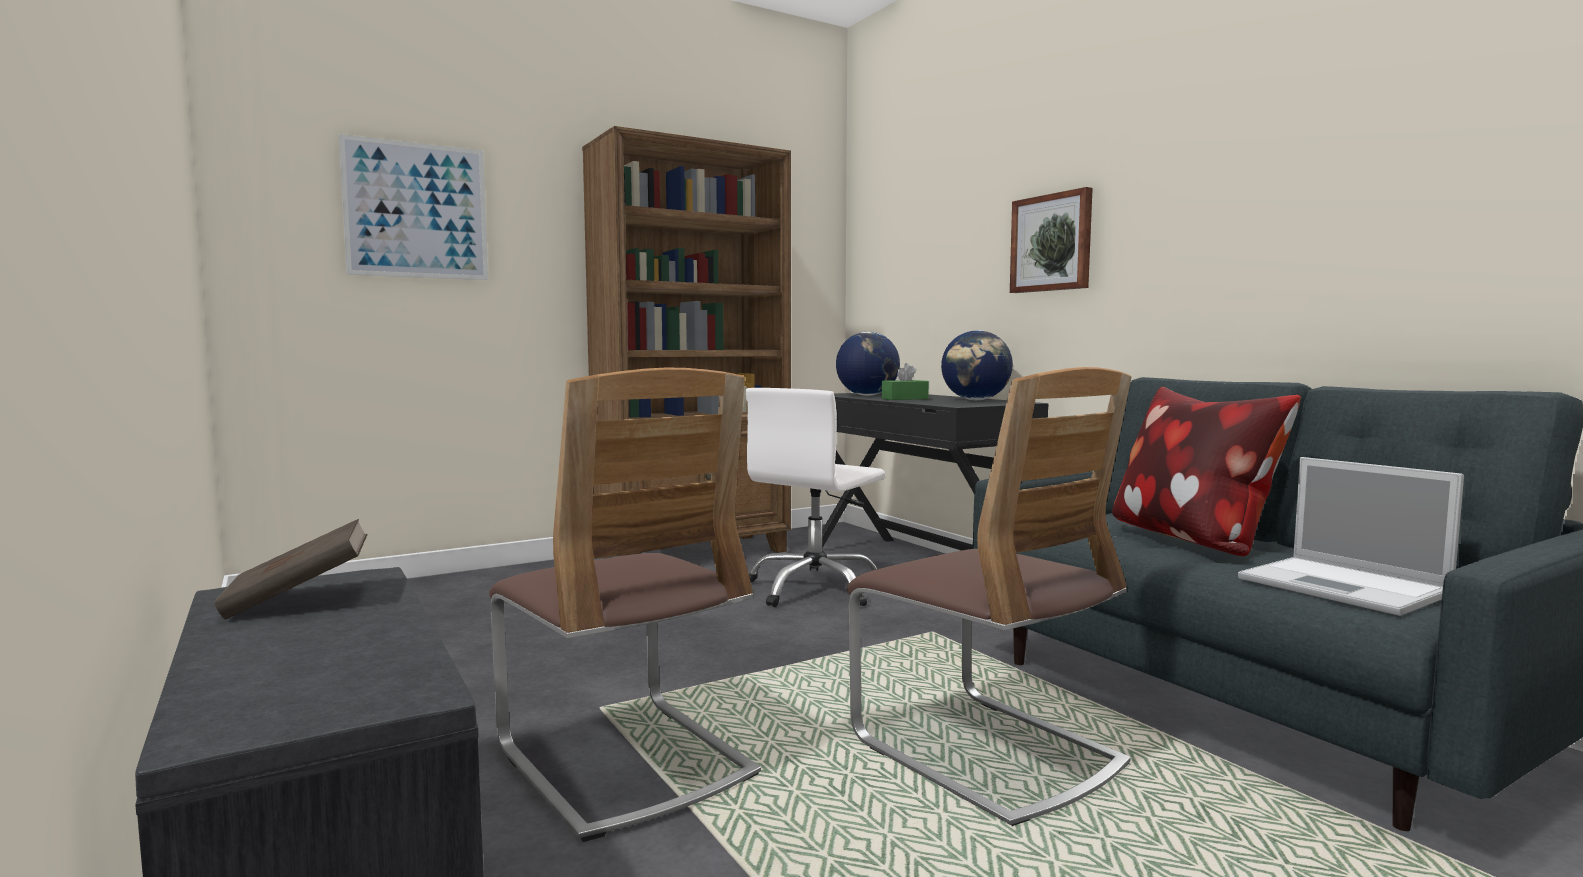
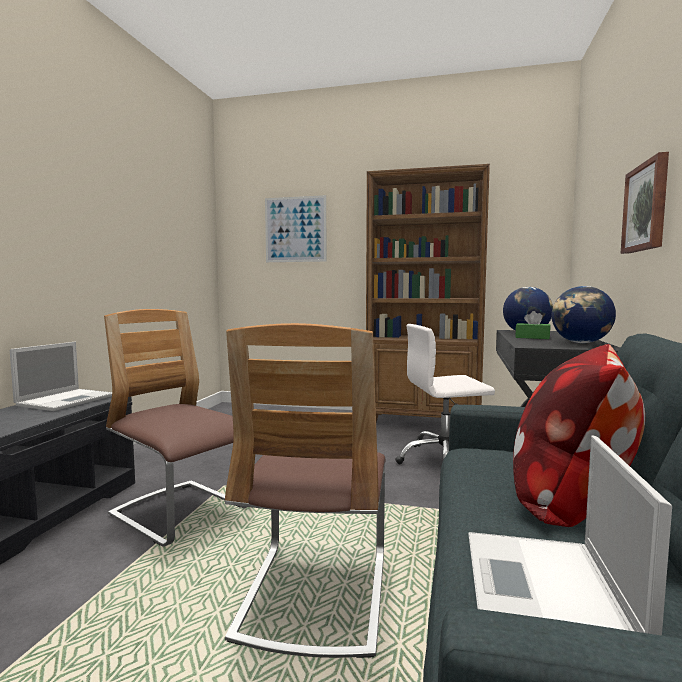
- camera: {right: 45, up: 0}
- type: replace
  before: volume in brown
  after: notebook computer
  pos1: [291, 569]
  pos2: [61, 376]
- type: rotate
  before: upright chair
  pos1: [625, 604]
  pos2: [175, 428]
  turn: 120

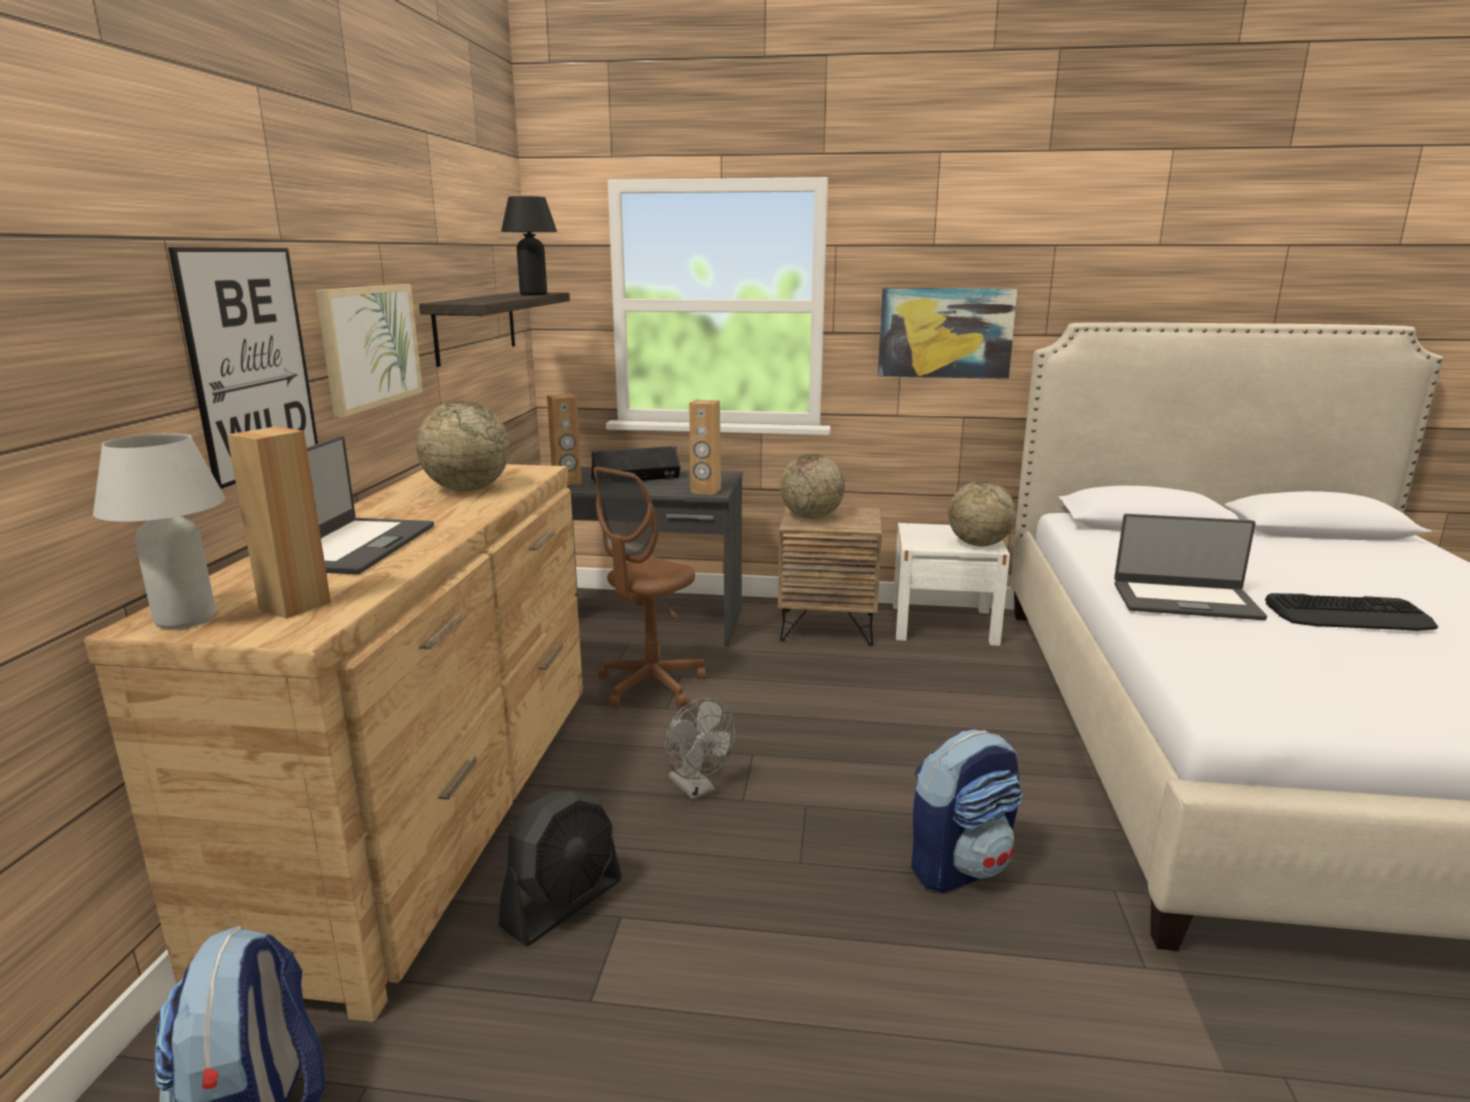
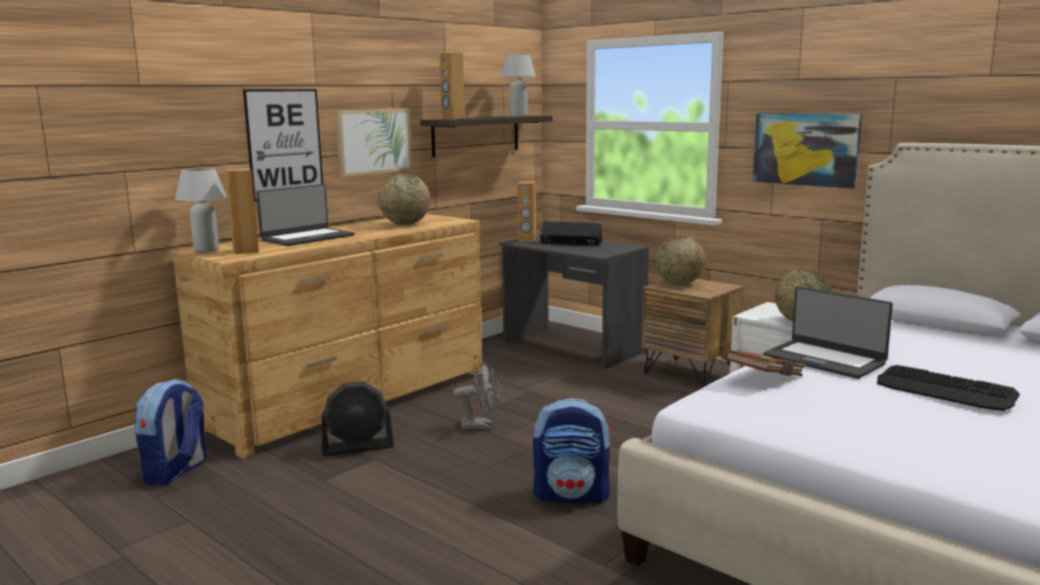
- camera: {right: 35, up: -5}
- type: delete
  before: desk chair in brown
  pos1: [650, 588]
- type: insert
  after: volume in brown
  pos2: [763, 363]
- type: move
  before: speaker in brown
  pos1: [705, 447]
  pos2: [452, 85]
- type: recolor
  before: lamp for a table in blackish
  after: lamp for a table in white
  pos1: [529, 245]
  pos2: [518, 86]
- type: rotate
  before: fan in grey
  pos1: [700, 749]
  pos2: [477, 395]
  turn: -90

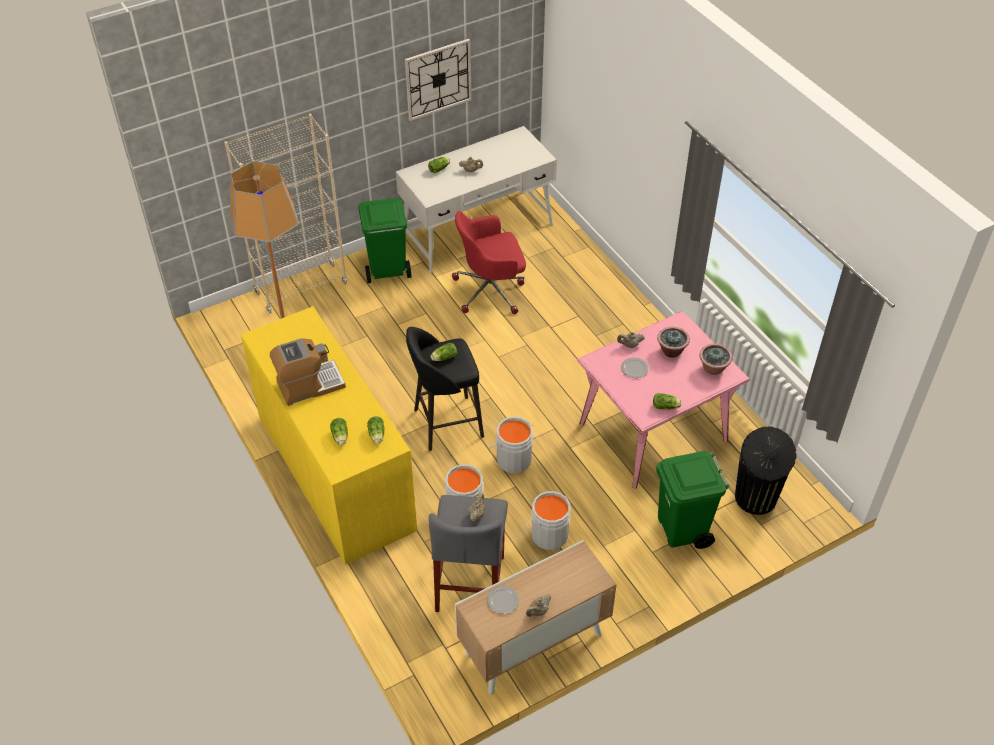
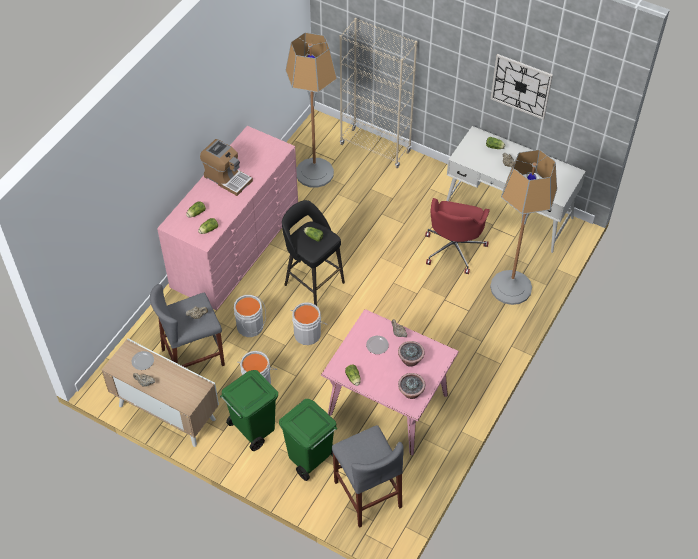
- camera: {right: 60, up: 5}
- type: insert
  after: standing lamp
  pos2: [523, 227]
- type: move
  before: rubbish bin in green
  pos1: [384, 240]
  pos2: [249, 410]
- type: replace
  before: rubbish bin in blackish
  after: stool in grey
  pos1: [766, 470]
  pos2: [367, 476]
- type: recolor
  before: dresser in yellow
  after: dresser in pink
  pos1: [329, 435]
  pos2: [227, 218]
- type: rotate
  before: desk chair in red-coloured
  pos1: [489, 262]
  pos2: [457, 236]
  turn: -120

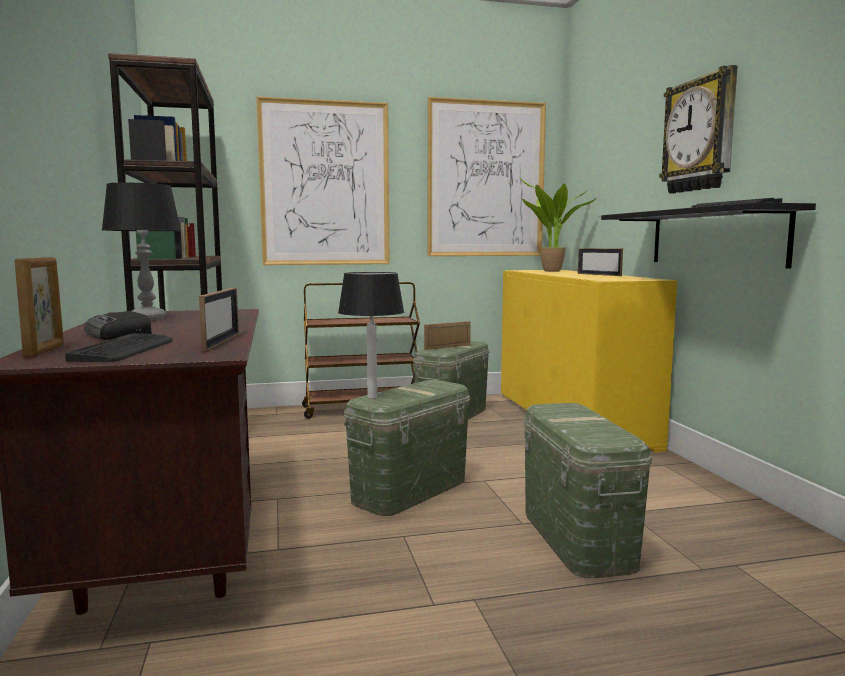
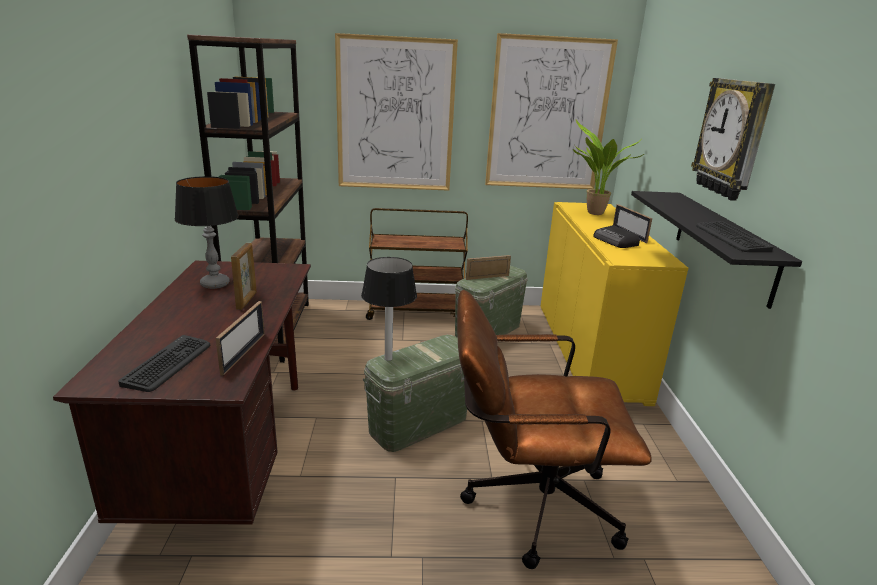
- camera: {right: 10, up: 15}
- type: move
  before: picture frame
  pos1: [39, 307]
  pos2: [244, 276]
- type: move
  before: radio set
  pos1: [118, 325]
  pos2: [616, 236]
- type: replace
  before: storage container in green
  after: desk chair in brown
  pos1: [587, 490]
  pos2: [554, 429]

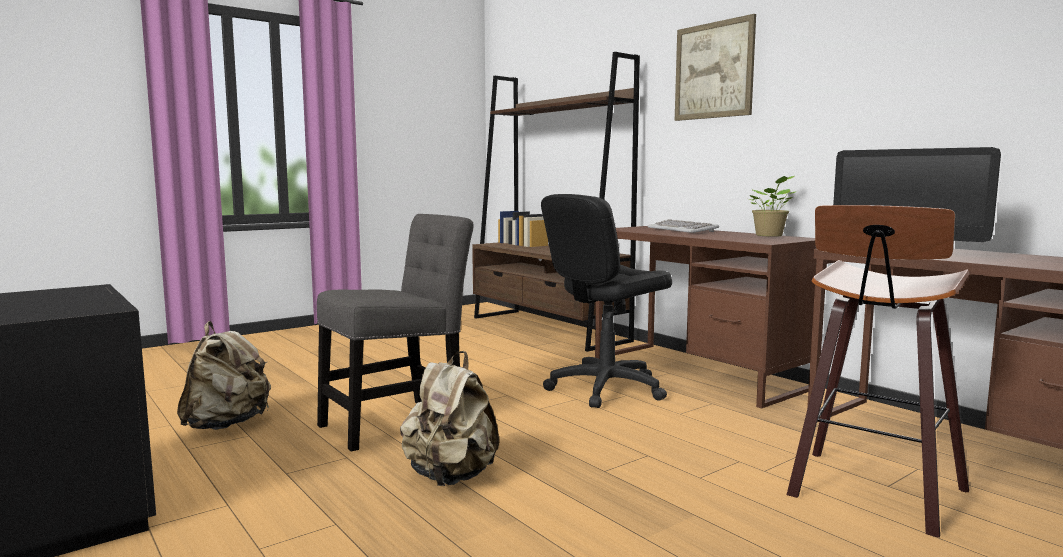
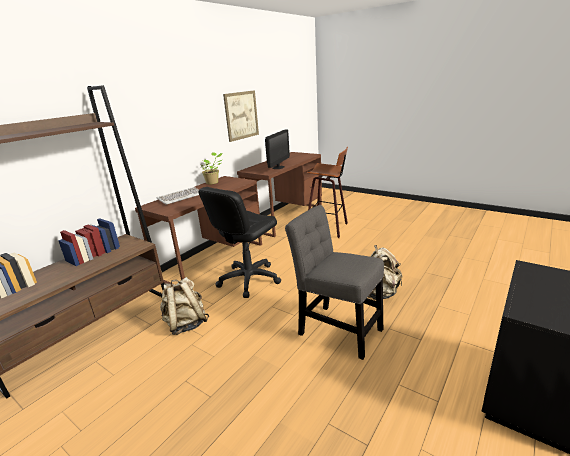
- camera: {right: -105, up: 15}
- type: move
  before: knapsack in sand-coloured
  pos1: [224, 375]
  pos2: [184, 306]
- type: move
  before: picture
  pos1: [715, 67]
  pos2: [241, 116]
- type: rotate
  before: desk chair in blackish
  pos1: [606, 301]
  pos2: [239, 242]
  turn: 90

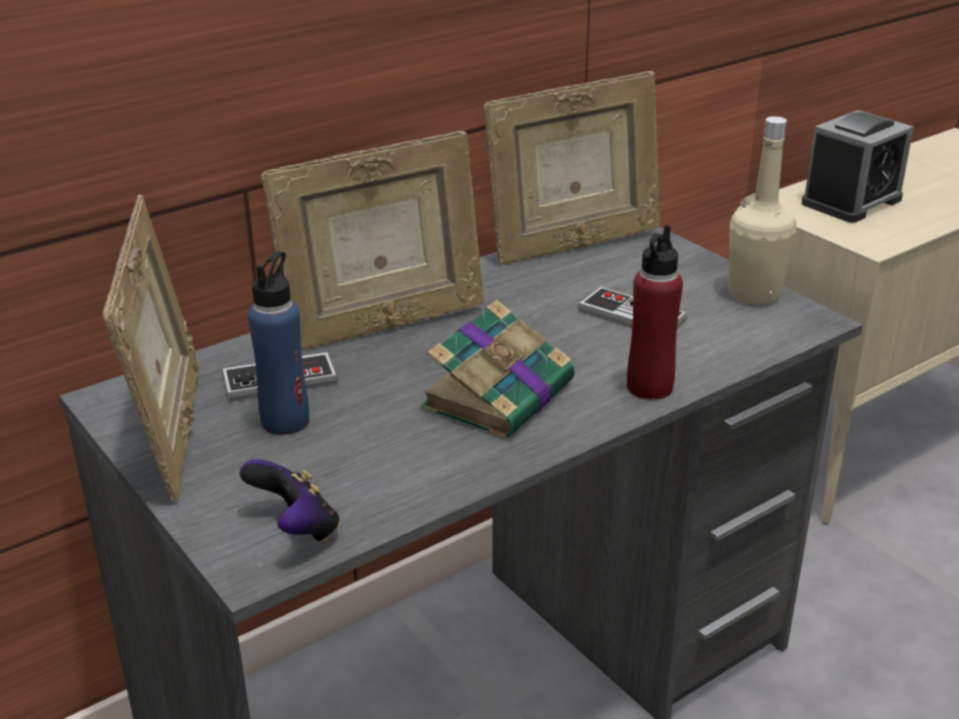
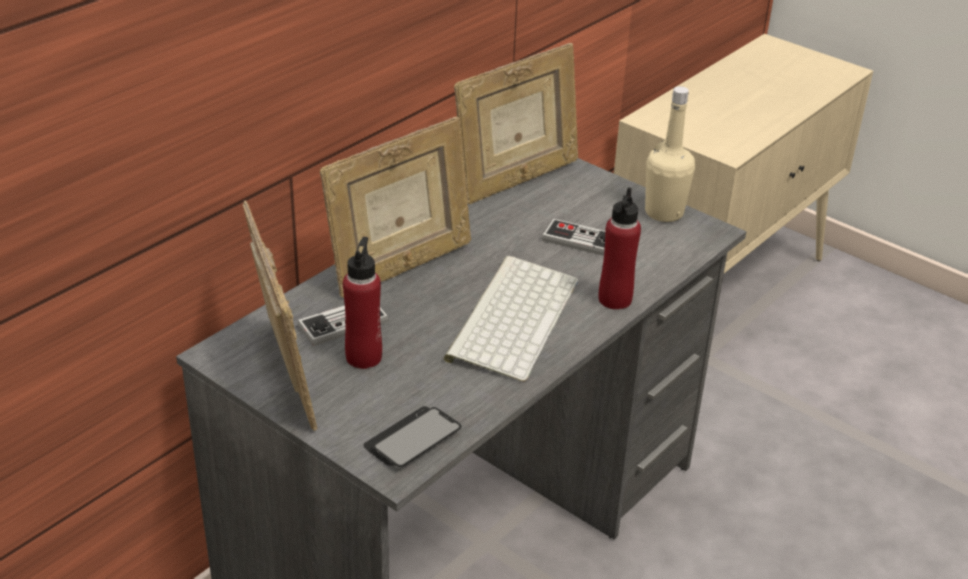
- camera: {right: -15, up: 5}
- type: delete
  before: table clock
  pos1: [857, 166]
- type: replace
  before: game controller
  after: phone
  pos1: [290, 500]
  pos2: [412, 436]
- type: replace
  before: volume
  after: computer keyboard
  pos1: [498, 369]
  pos2: [510, 319]
- type: recolor
  before: drink bottle in blue
  after: drink bottle in red-coloured
  pos1: [278, 343]
  pos2: [362, 303]

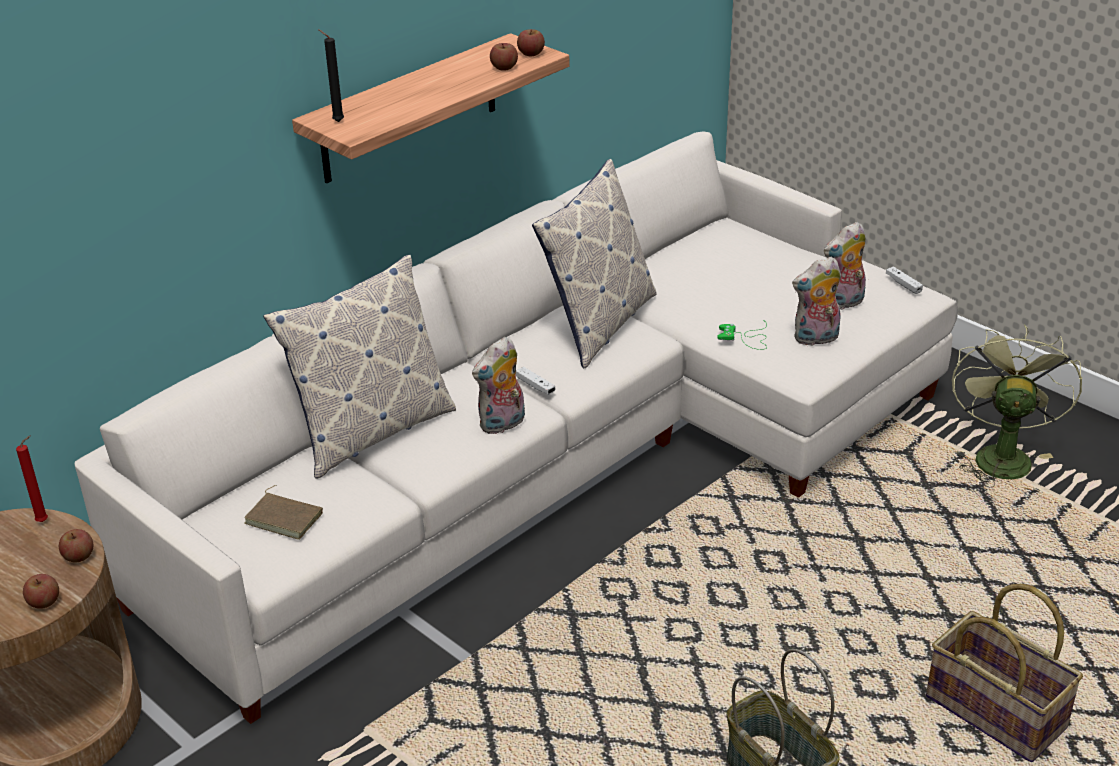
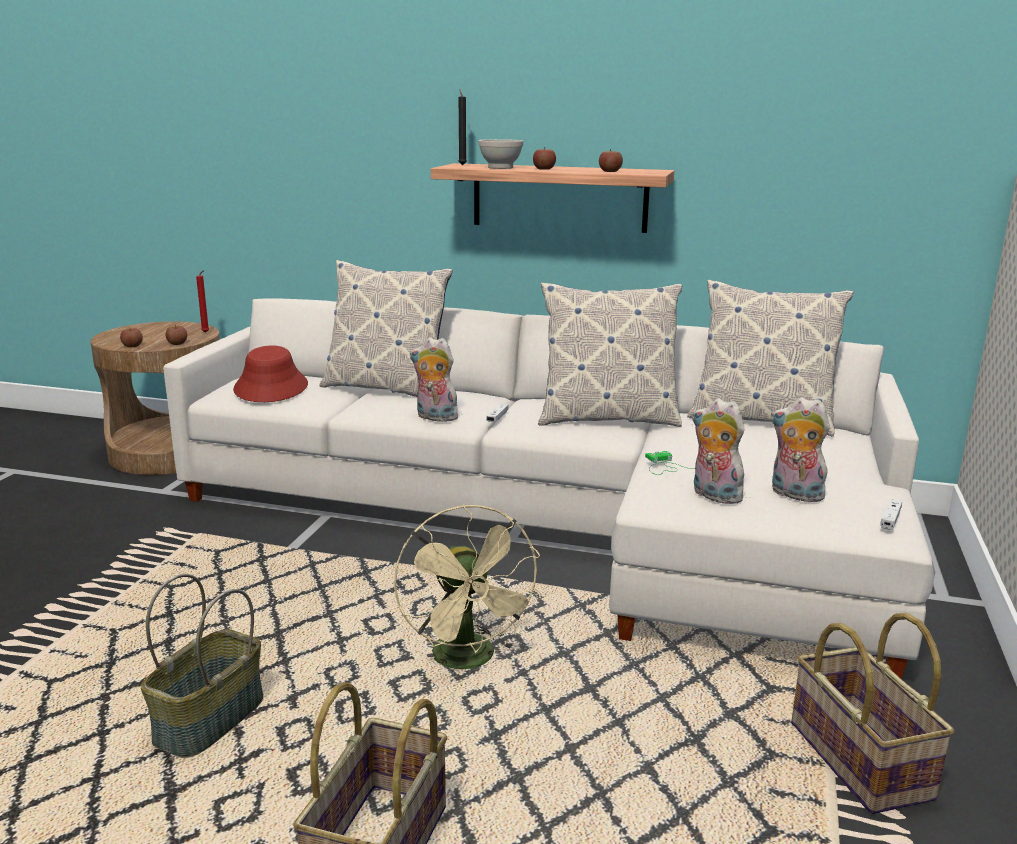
- camera: {right: 60, up: -15}
- type: insert
  after: fan in sand-coloured
  pos2: [467, 587]
- type: insert
  after: deep dish in white
  pos2: [500, 154]
- type: insert
  after: cushion
  pos2: [770, 358]
- type: move
  before: apple fruit
  pos1: [531, 42]
  pos2: [544, 158]
- type: replace
  before: volume in brown
  after: clothing hat in red-coloured
  pos1: [283, 512]
  pos2: [270, 373]
- type: replace
  before: fan in green
  after: storage basket
  pos1: [1017, 405]
  pos2: [872, 713]

